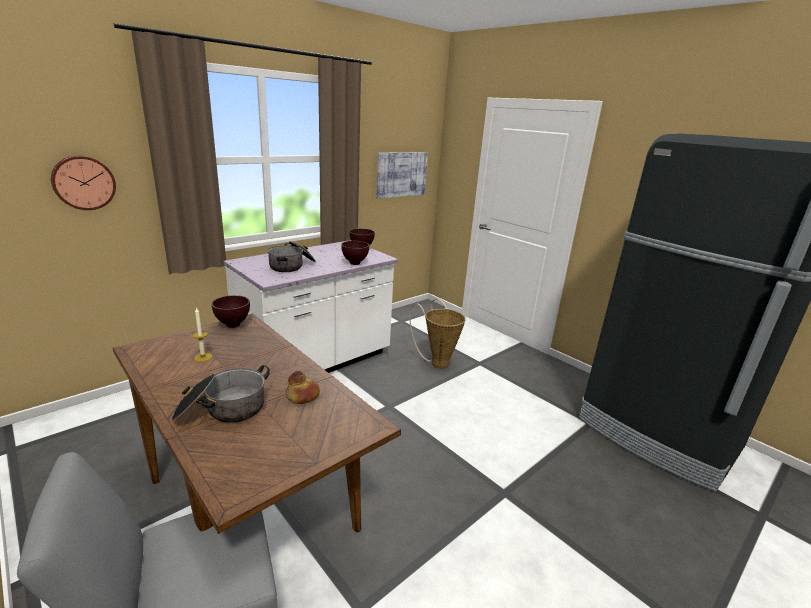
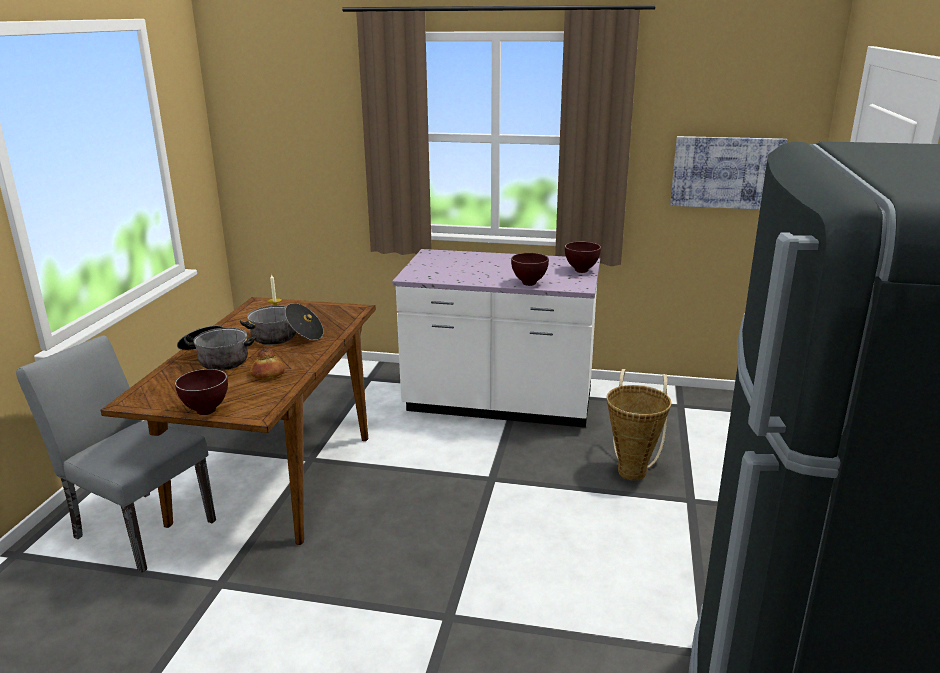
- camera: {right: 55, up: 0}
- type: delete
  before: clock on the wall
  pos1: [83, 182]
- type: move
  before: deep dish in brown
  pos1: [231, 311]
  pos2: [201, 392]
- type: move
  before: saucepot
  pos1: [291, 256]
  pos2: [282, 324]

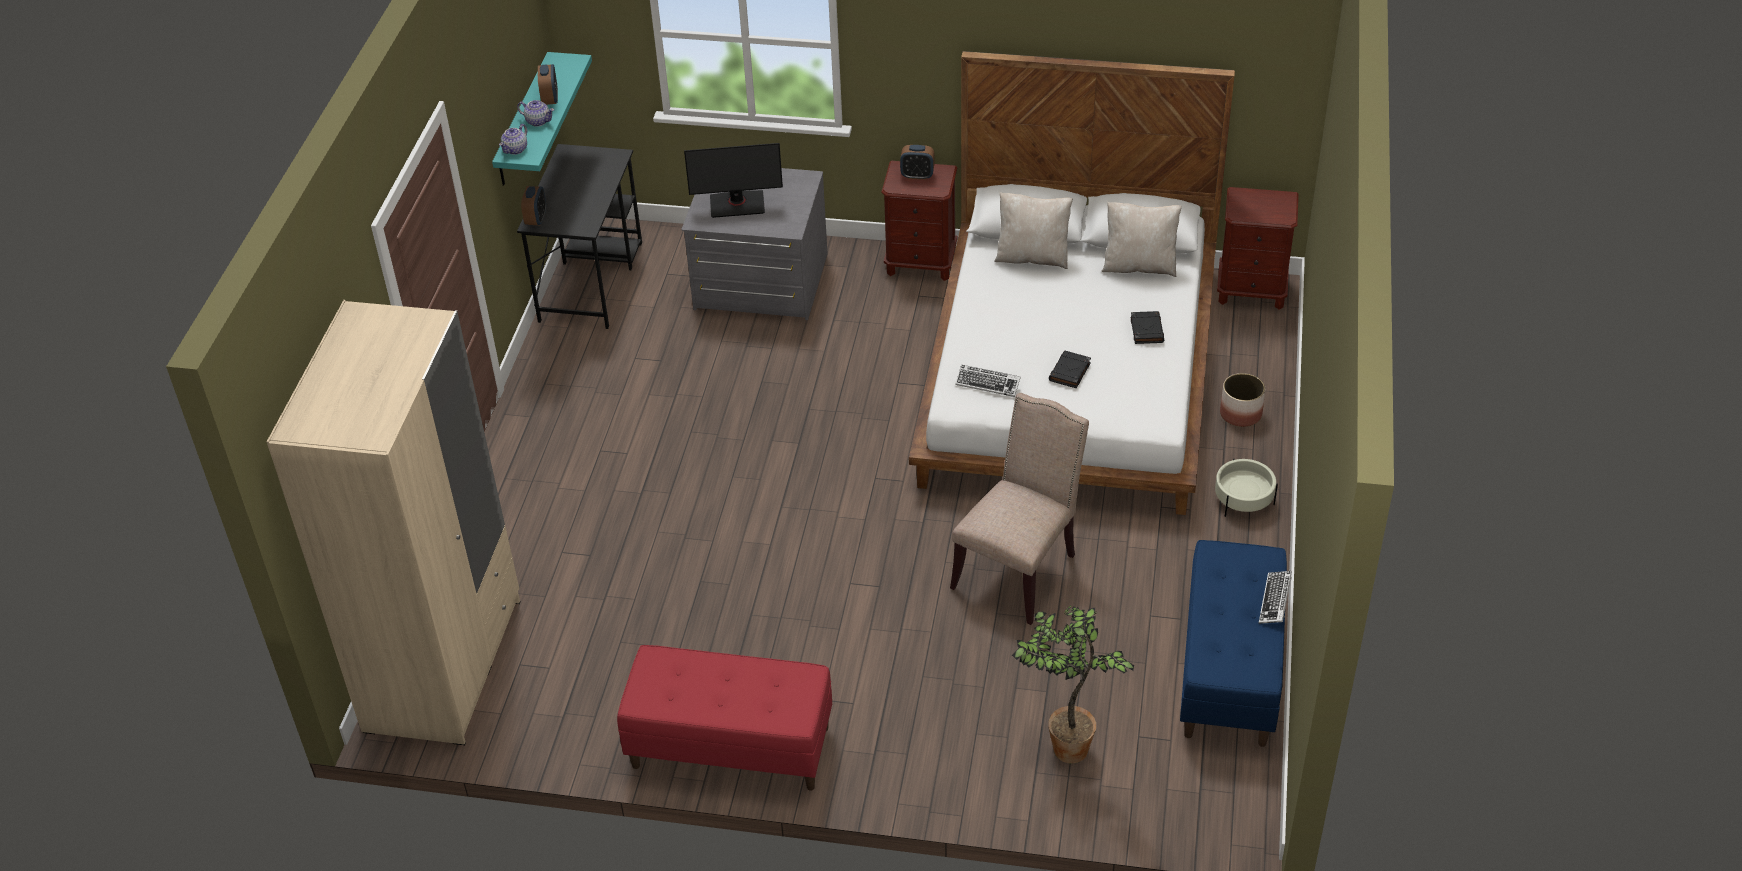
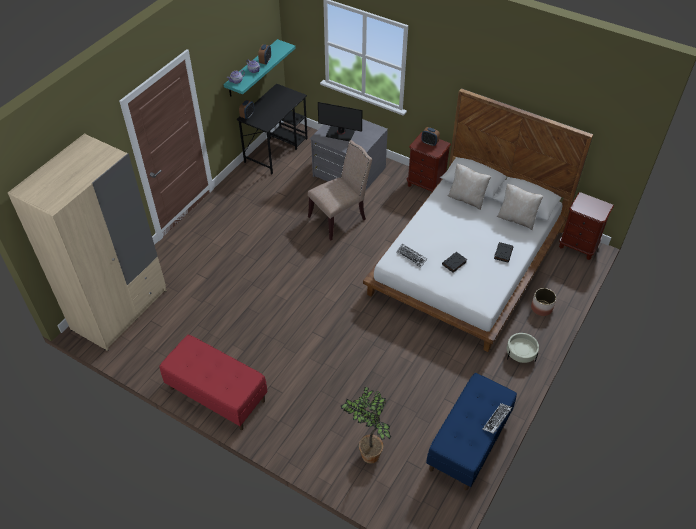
- camera: {right: 20, up: 5}
- type: move
  before: upright chair in sand-coloured
  pos1: [1019, 509]
  pos2: [340, 190]

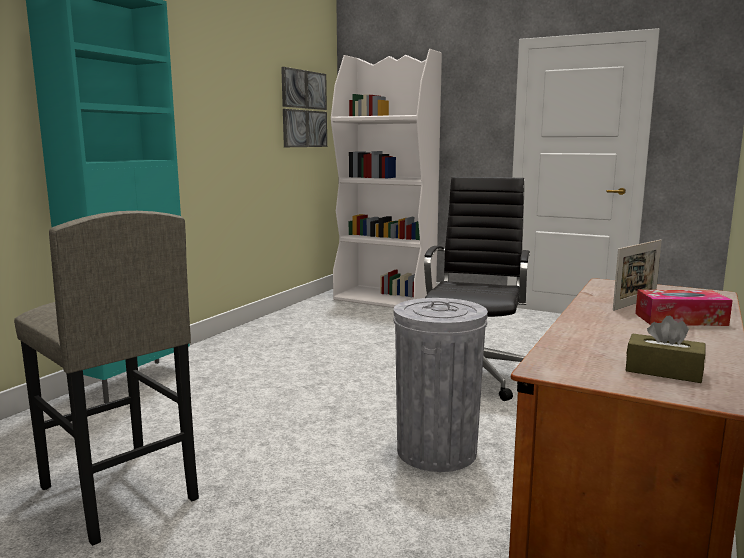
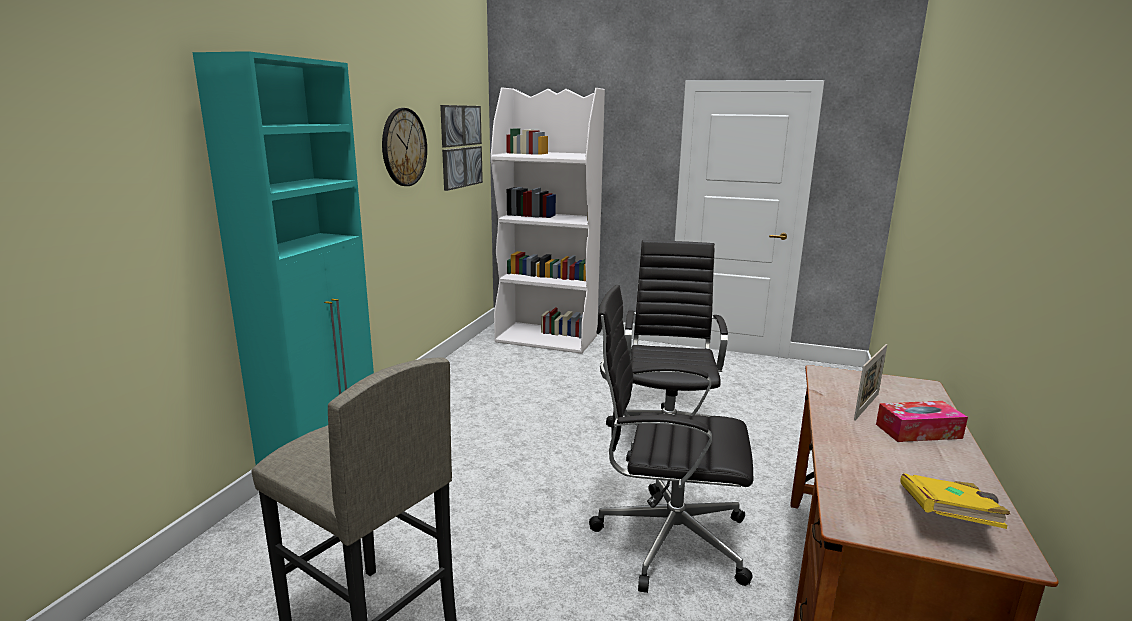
- camera: {right: -10, up: 5}
- type: insert
  after: clock on the wall
  pos2: [404, 147]
- type: replace
  before: rubbish bin in grey
  after: desk chair in blackish
  pos1: [441, 385]
  pos2: [671, 439]
- type: replace
  before: box of tissues in brown
  after: volume in yellow
  pos1: [666, 349]
  pos2: [955, 501]

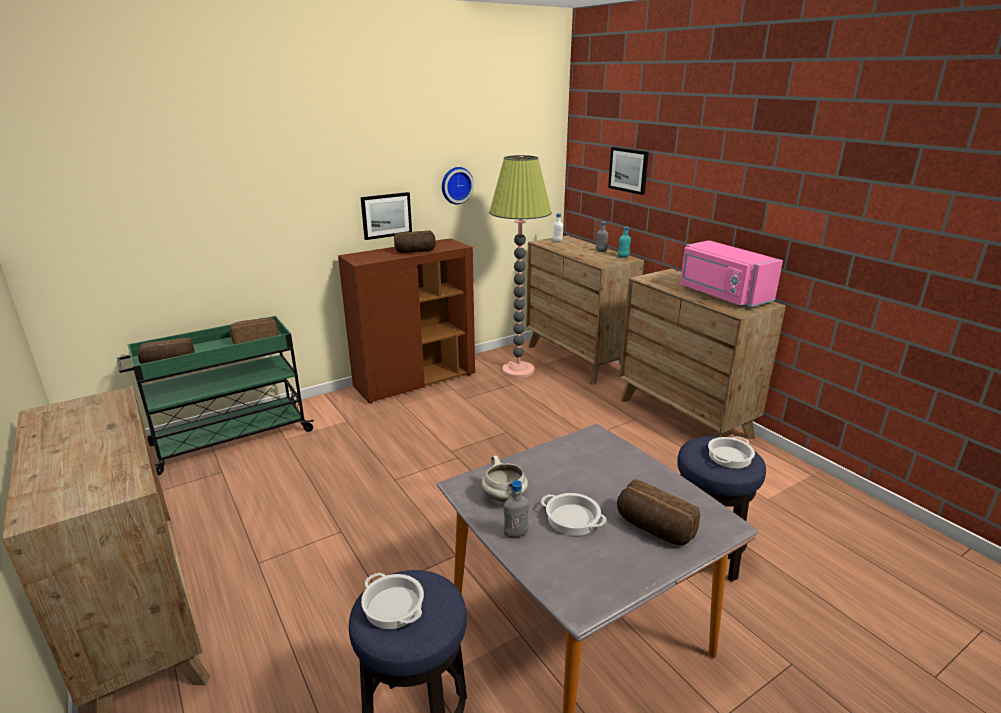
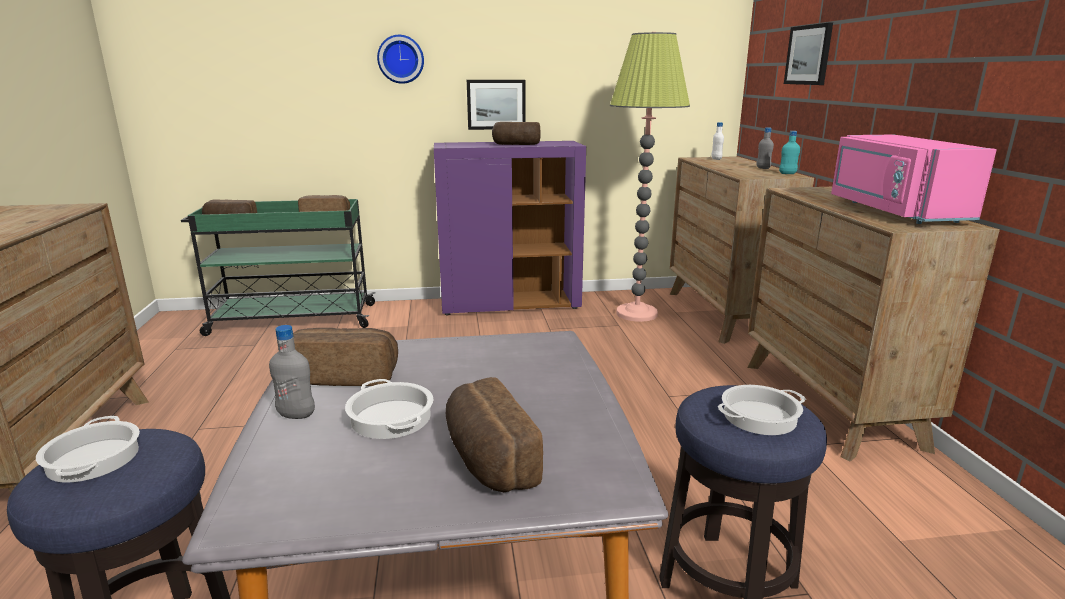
- camera: {right: 25, up: -5}
- type: move
  before: clock on the wall
  pos1: [458, 186]
  pos2: [400, 59]
- type: replace
  before: saucepot in white
  after: bakery bread
  pos1: [504, 479]
  pos2: [345, 357]
- type: recolor
  before: cabinet in brown
  after: cabinet in purple-coloured
  pos1: [406, 320]
  pos2: [510, 228]

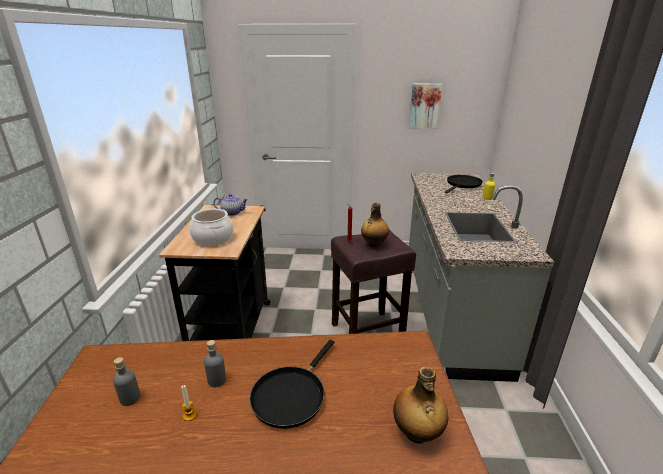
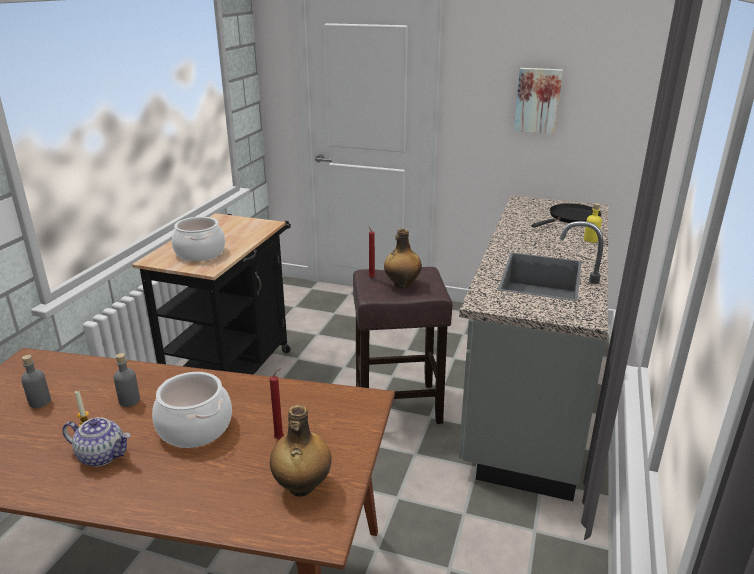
- camera: {right: 15, up: 0}
- type: insert
  after: wax light in red-coloured
  pos2: [276, 403]
- type: move
  before: pot for tea
  pos1: [230, 205]
  pos2: [96, 442]
- type: replace
  before: frying pan in blackish
  after: saucepot
  pos1: [292, 384]
  pos2: [192, 410]

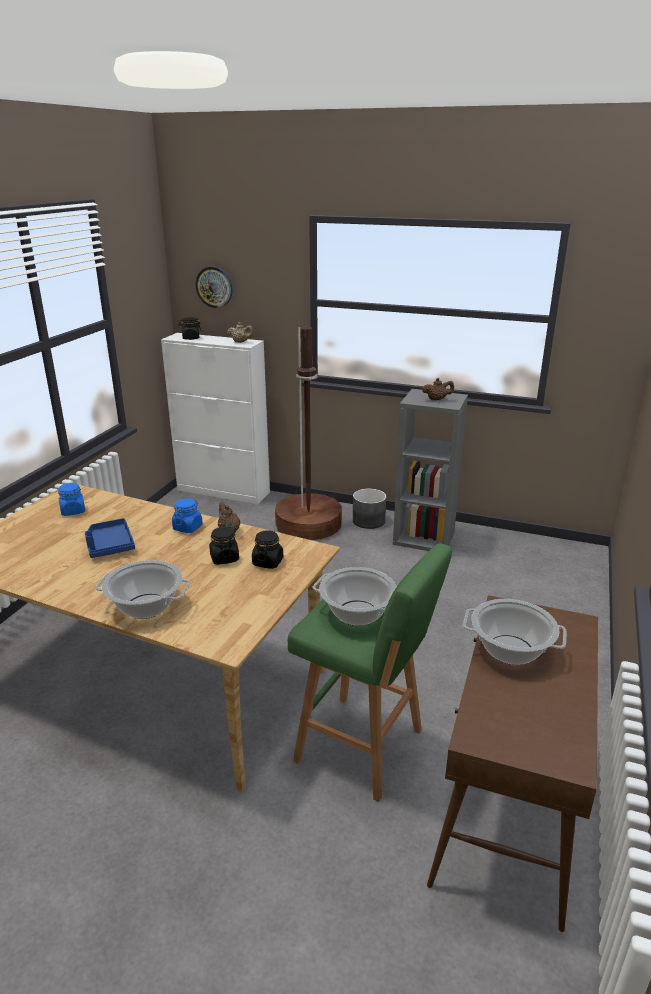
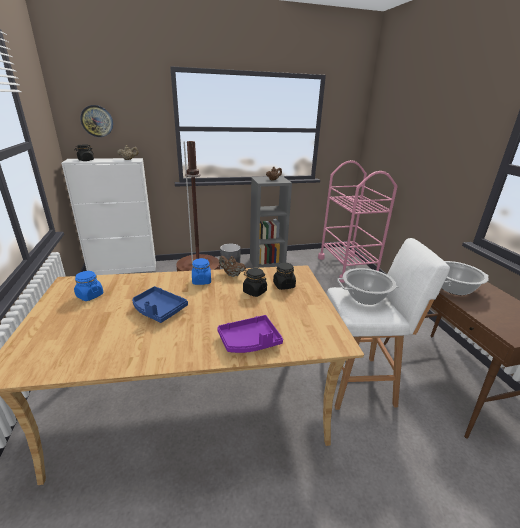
- camera: {right: -35, up: 0}
- type: insert
  after: cart in pink
  pos2: [357, 221]
- type: replace
  before: saucepot
  after: tray in purple-coloured
  pos1: [143, 589]
  pos2: [250, 334]
- type: recolor
  before: stool in green
  after: stool in white
  pos1: [370, 672]
  pos2: [388, 324]

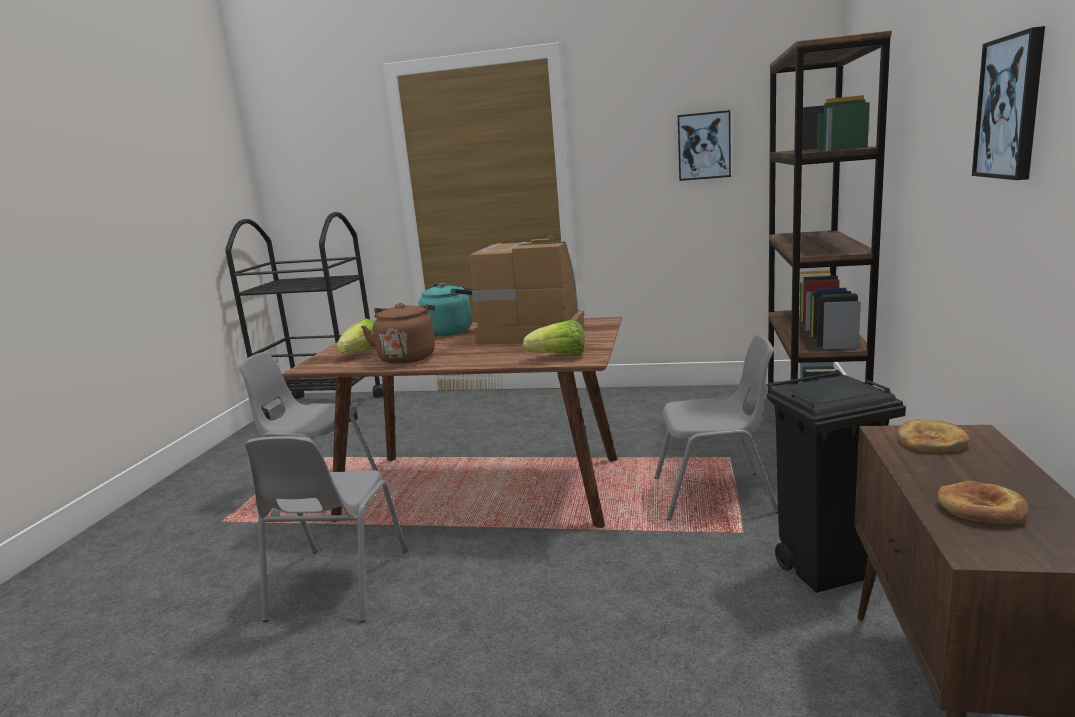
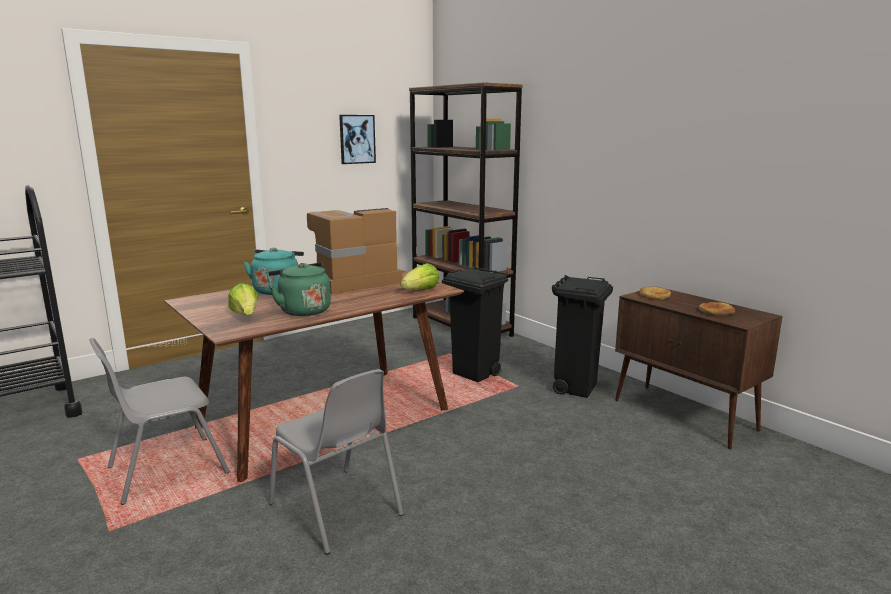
- camera: {right: -50, up: 0}
- type: delete
  before: picture
  pos1: [1008, 103]
- type: replace
  before: upright chair in grey
  after: rubbish bin in blackish
  pos1: [716, 428]
  pos2: [475, 324]
- type: recolor
  before: water kettle in brown
  after: water kettle in green
  pos1: [398, 333]
  pos2: [299, 289]

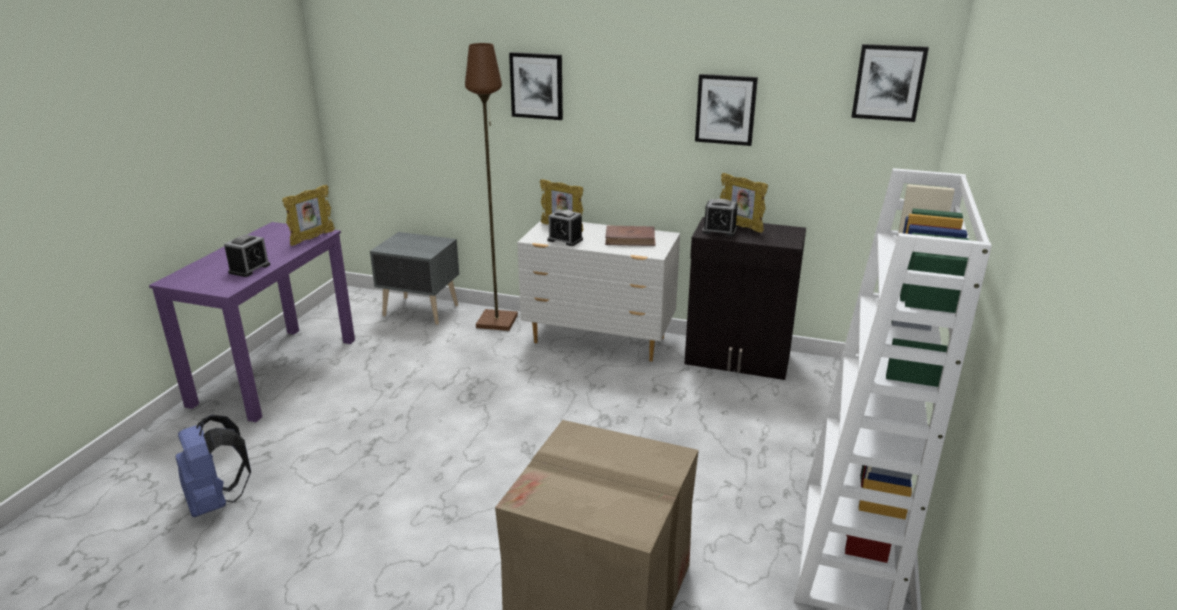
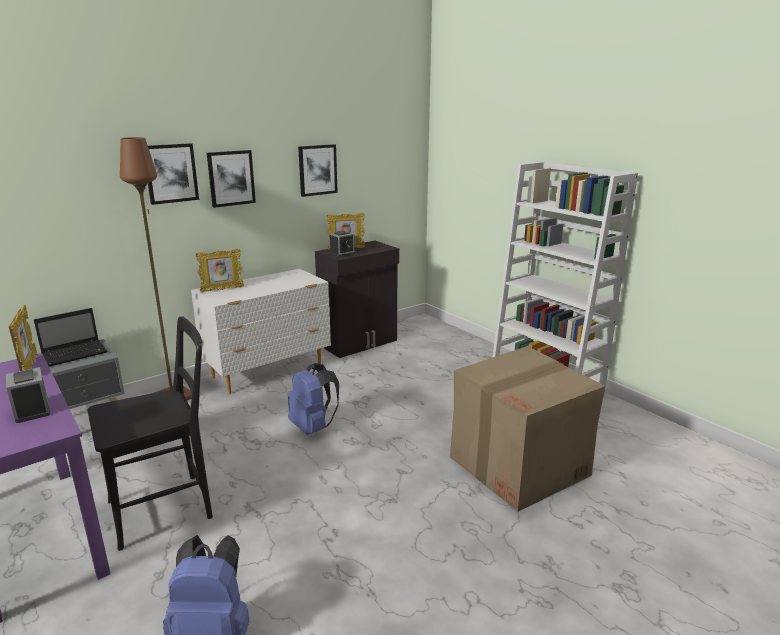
- camera: {right: -55, up: -5}
- type: delete
  before: table clock
  pos1: [565, 227]
- type: delete
  before: volume in brown
  pos1: [630, 235]
- type: insert
  after: notebook computer
  pos2: [70, 337]
- type: insert
  after: upright chair in blackish
  pos2: [150, 433]
- type: insert
  after: knapsack in blue
  pos2: [313, 399]
- type: move
  before: picture
  pos1: [890, 83]
  pos2: [231, 179]

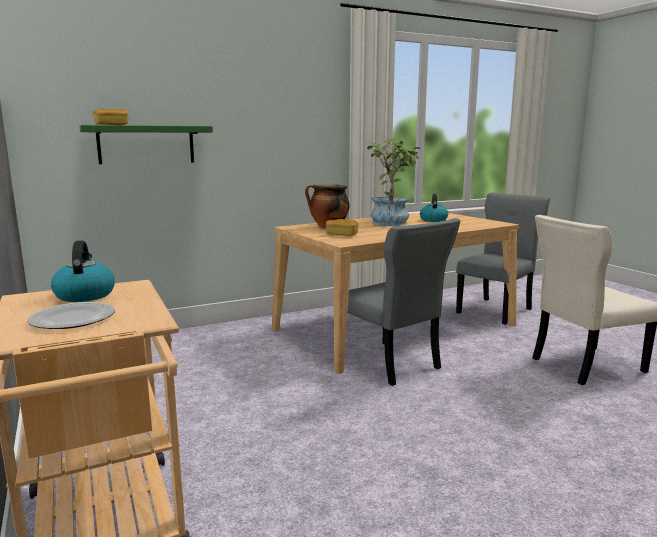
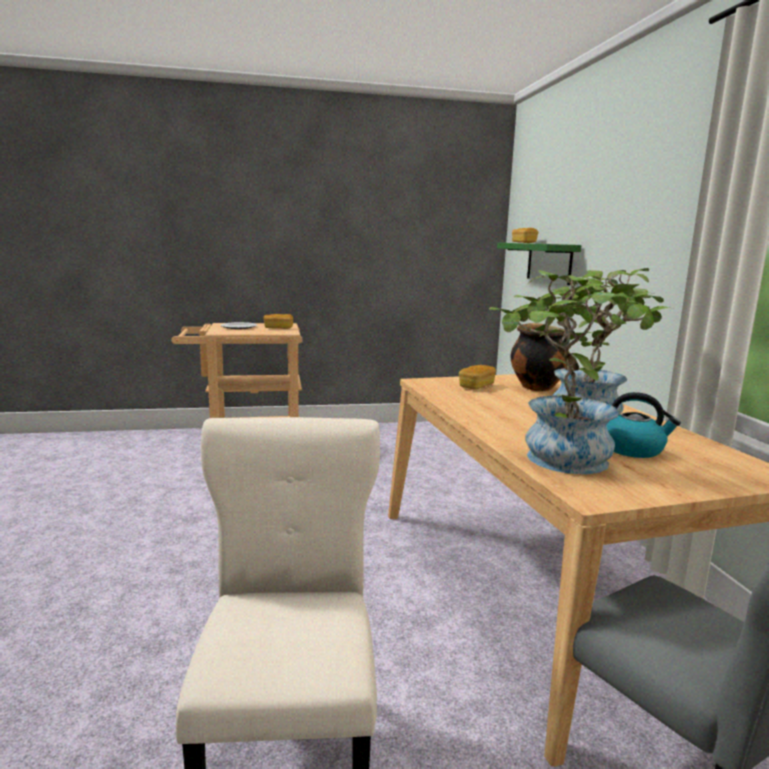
- camera: {right: 105, up: 0}
- type: delete
  before: upright chair in grey
  pos1: [403, 302]
- type: insert
  after: potted plant
  pos2: [564, 372]
- type: replace
  before: water kettle
  after: bakery bread
  pos1: [83, 271]
  pos2: [278, 321]

